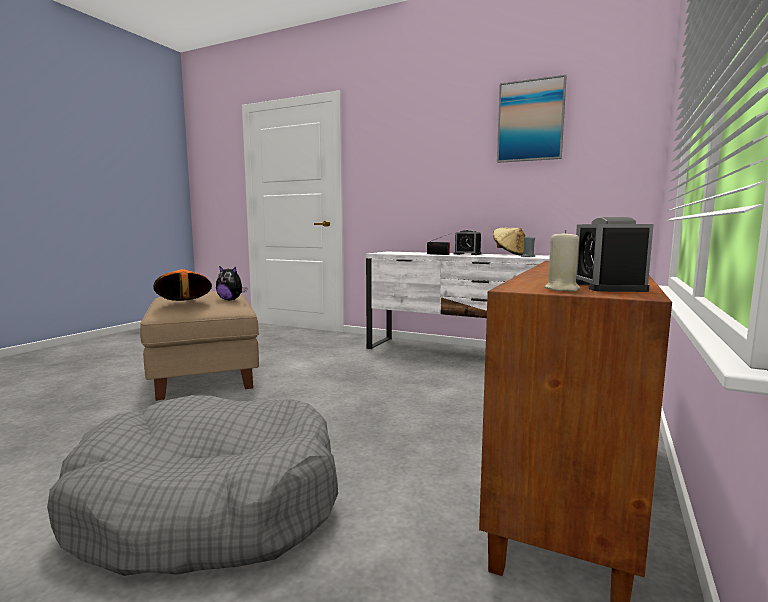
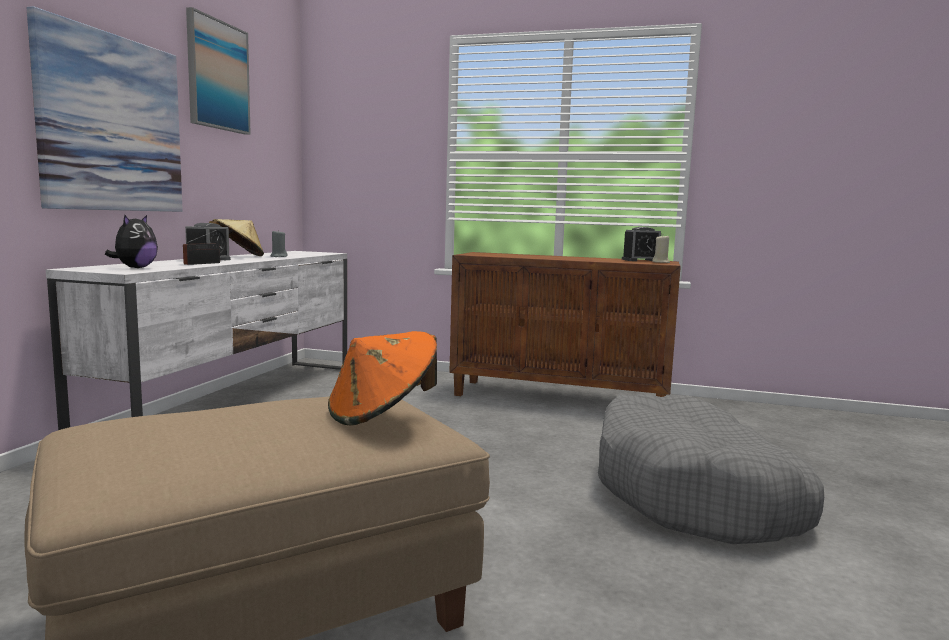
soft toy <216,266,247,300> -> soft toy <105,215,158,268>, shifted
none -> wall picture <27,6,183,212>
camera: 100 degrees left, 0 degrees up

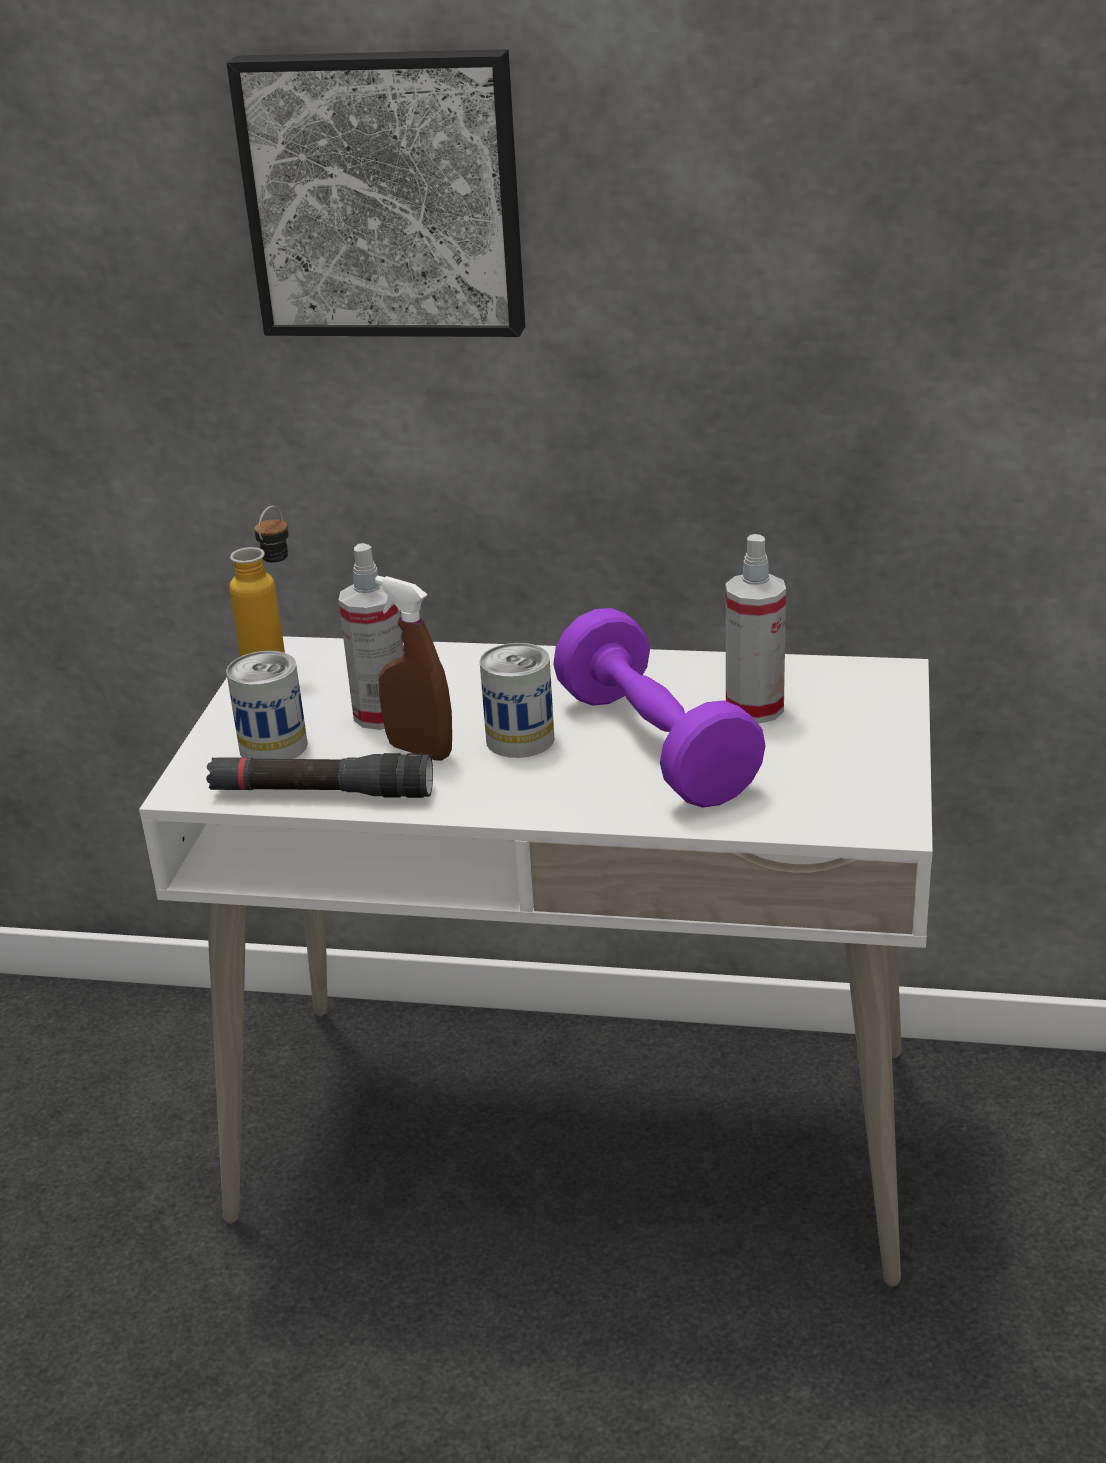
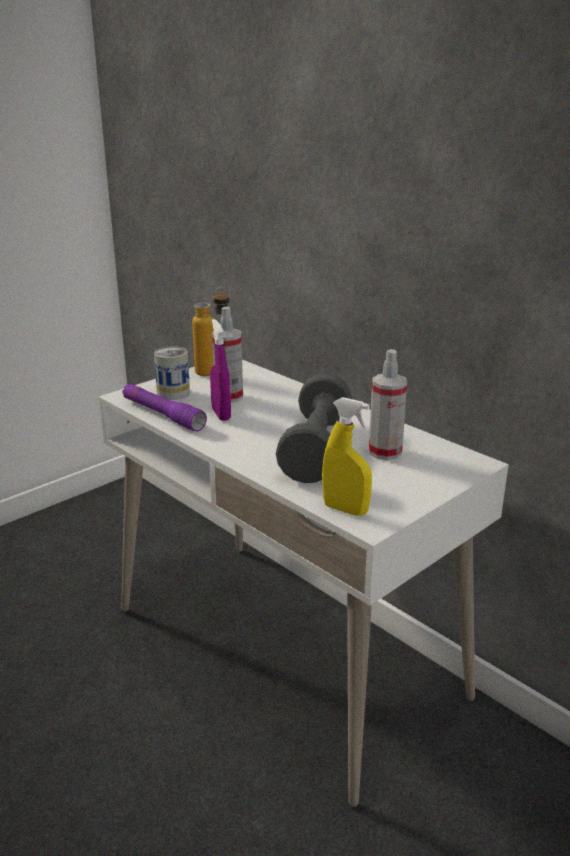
hand torch (blackish) <206,753,433,798> -> hand torch (purple) <122,384,207,431>
wall picture <227,49,525,337> -> none
spray bottle (brown-coloured) <375,576,452,761> -> spray bottle (purple) <210,319,231,421>
metal can <479,643,555,758> -> none
hand weight (purple) <553,608,766,808> -> hand weight (gray) <276,373,352,483>
none -> spray bottle (yellowish) <322,397,372,516>
camera: 35 degrees right, 5 degrees down

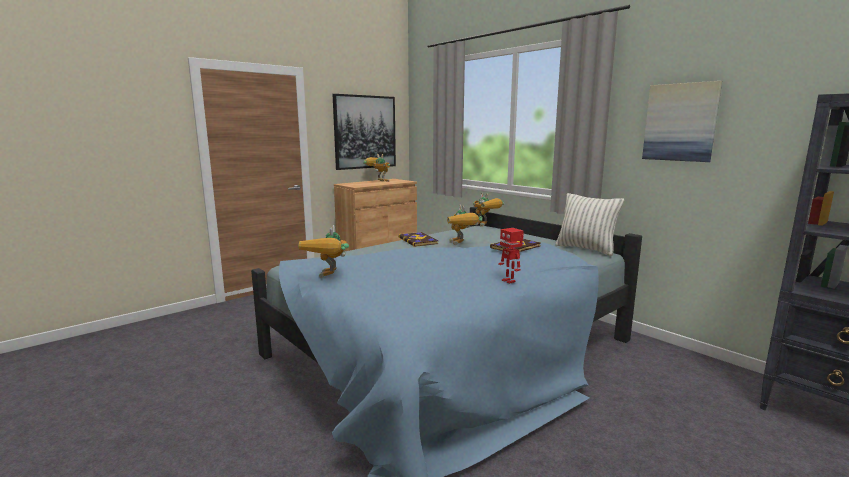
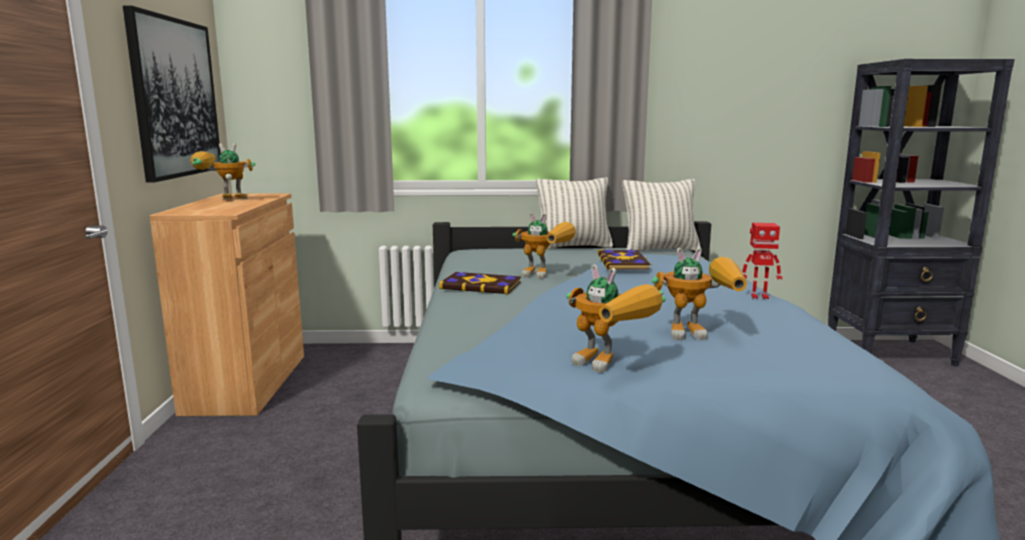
model robot <473,192,504,227> -> model robot <652,248,747,340>, shifted
wall picture <642,81,722,162> -> none
none -> pillow <536,177,613,249>
camera: 50 degrees left, 0 degrees up

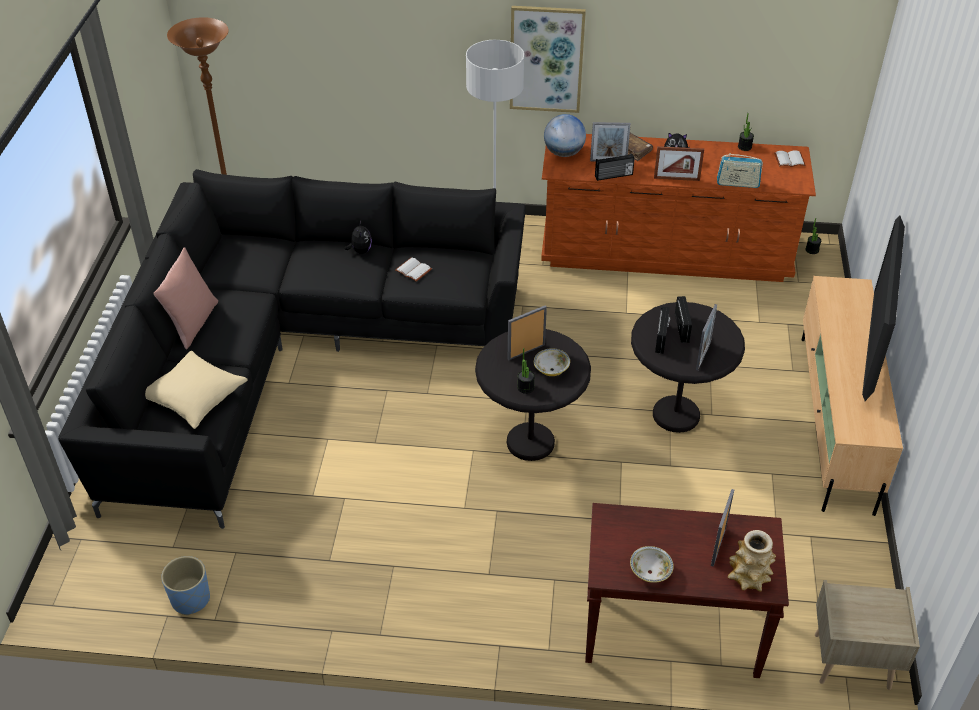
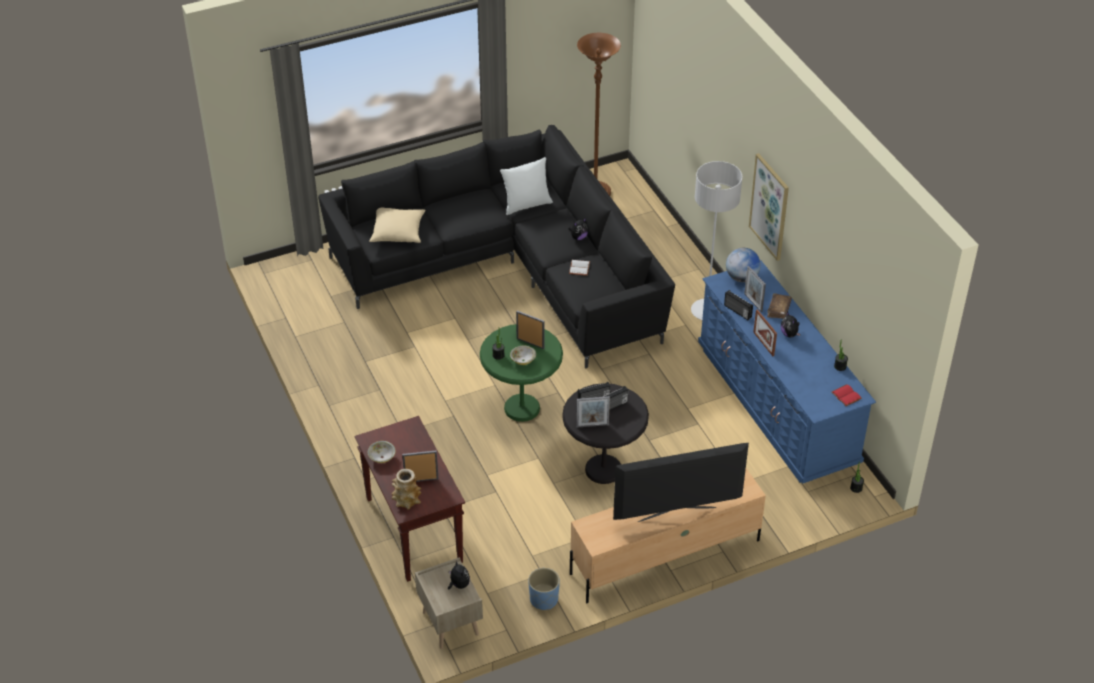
pillow (pink-coloured) <153,247,218,350> -> none
flower pot (blue-coloured) <161,556,210,615> -> flower pot (blue-coloured) <528,568,560,610>, shifted
end table (blackish) <475,329,591,461> -> end table (greenish) <480,324,563,422>
drawer chest (brown-coloured) <541,134,816,282> -> drawer chest (blue-coloured) <698,261,876,484>
radio <717,153,763,188> -> none
bound book (white-coloured) <774,150,806,167> -> bound book (red) <831,384,862,406>
none -> soft toy <448,561,470,590>
none -> pillow (white-coloured) <500,157,553,215>
camera: 60 degrees right, 0 degrees up

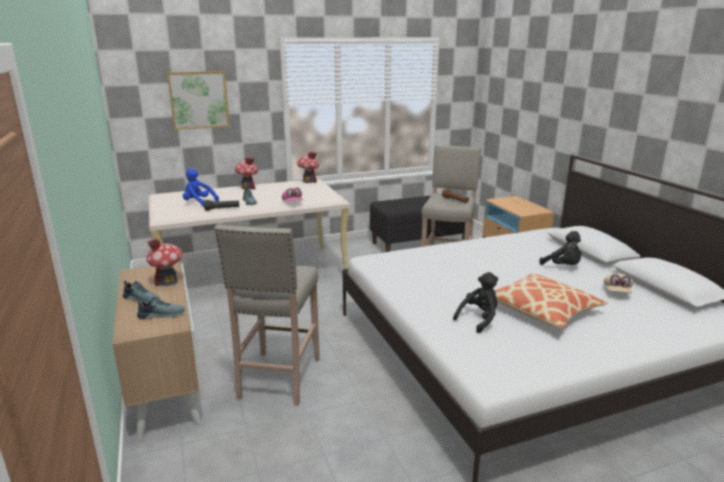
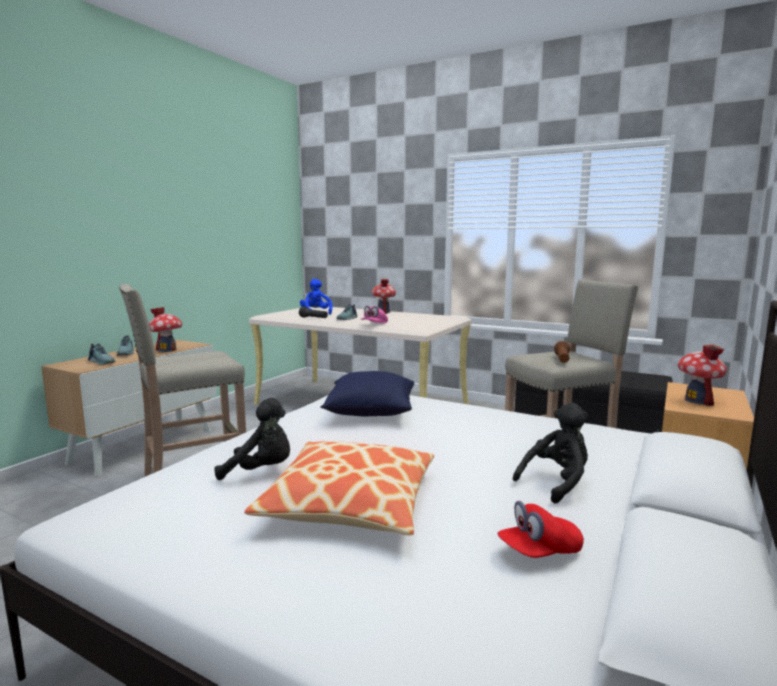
wall picture <167,71,230,130> -> none
toy house <297,151,319,183> -> toy house <678,345,727,406>, shifted
soft toy (blackish) <539,231,582,265> -> soft toy (blackish) <513,403,588,504>, 135 degrees counterclockwise
cap (beige-coloured) <603,274,633,293> -> cap (red) <497,501,584,558>
none -> pillow (blue-coloured) <320,371,414,416>
camera: 50 degrees right, 10 degrees down

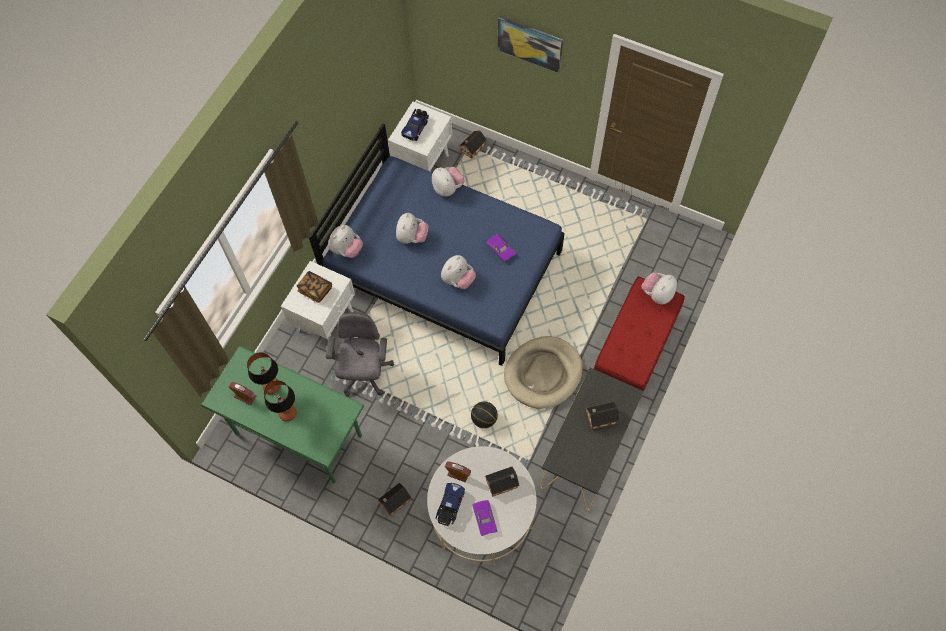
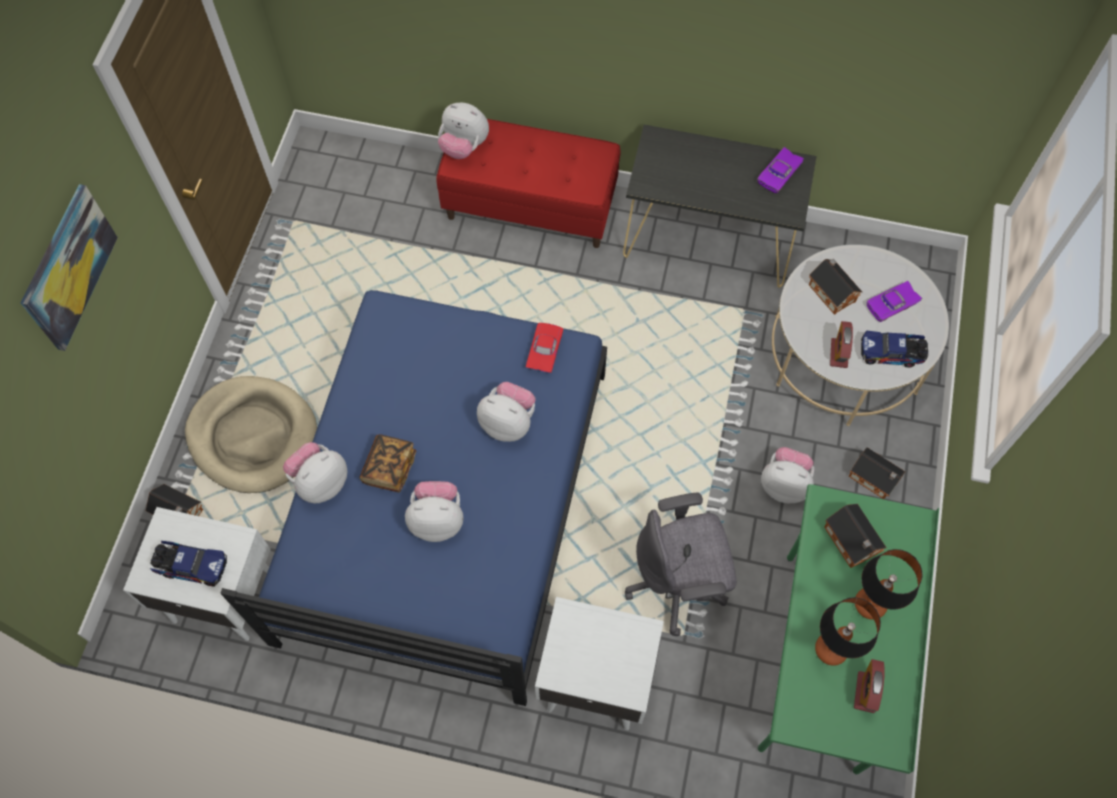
bound book <297,271,332,303> -> bound book <359,434,416,492>, shifted
soft toy <328,225,363,258> -> soft toy <761,447,815,503>, shifted
basketball <471,402,498,428> -> none
toy car (purple) <486,234,516,262> -> toy car (purple) <757,147,804,193>, shifted
dog cushion (beige-coloured) <504,336,583,409> -> dog cushion (beige-coloured) <185,376,317,493>, shifted
toy house <586,402,620,430> -> toy house <824,504,886,568>, shifted
none -> toy car (red) <526,323,563,373>
camera: 105 degrees left, 0 degrees up

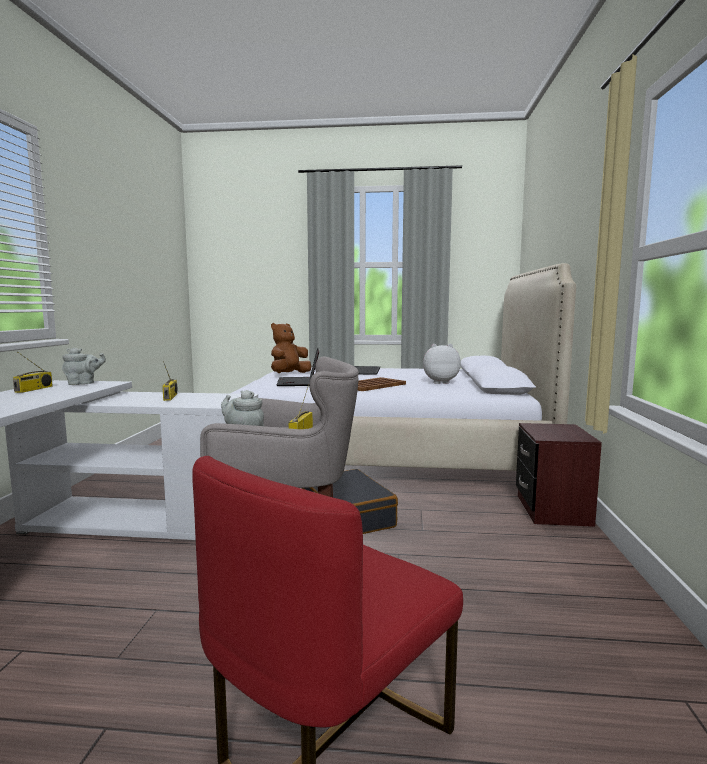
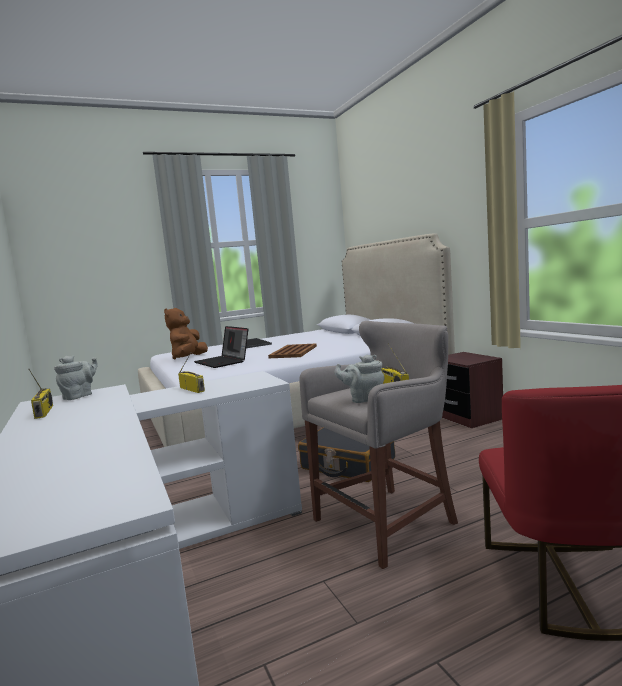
soft toy <423,344,461,384> -> none
camera: 30 degrees left, 0 degrees up

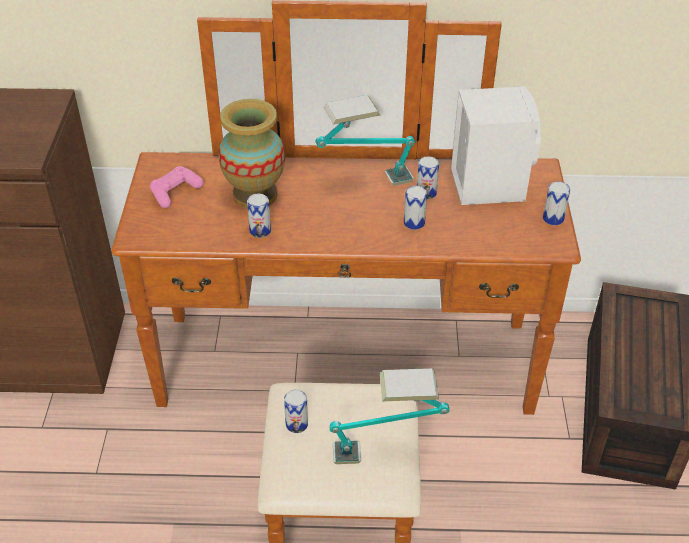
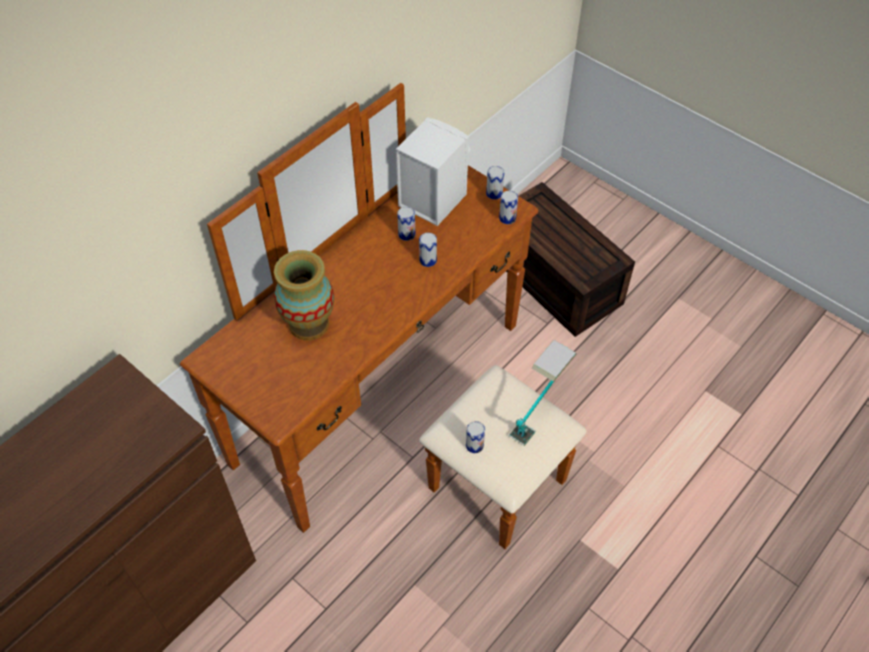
gamepad (pink-coloured) <150,166,204,208> -> none
metal can <247,194,271,238> -> metal can <499,191,518,224>, shifted
table lamp <316,95,415,186> -> none
camera: 50 degrees left, 10 degrees up

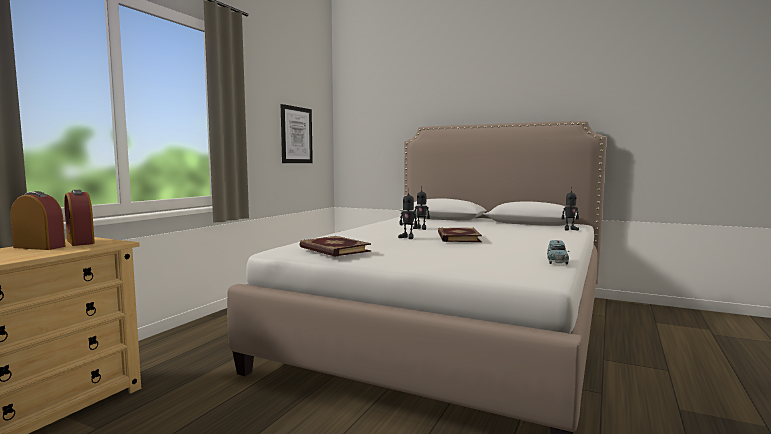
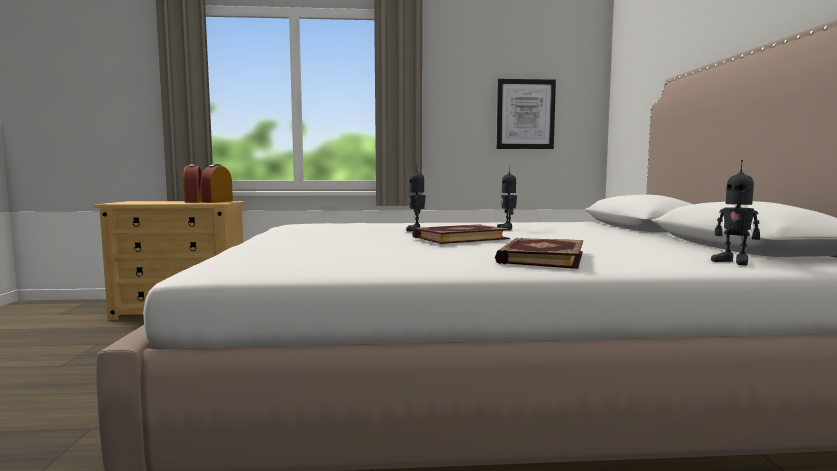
bound book <299,236,371,257> -> bound book <495,238,583,269>, shifted
toy car (blue-coloured) <547,240,570,264> -> none
camera: 60 degrees right, 0 degrees up

